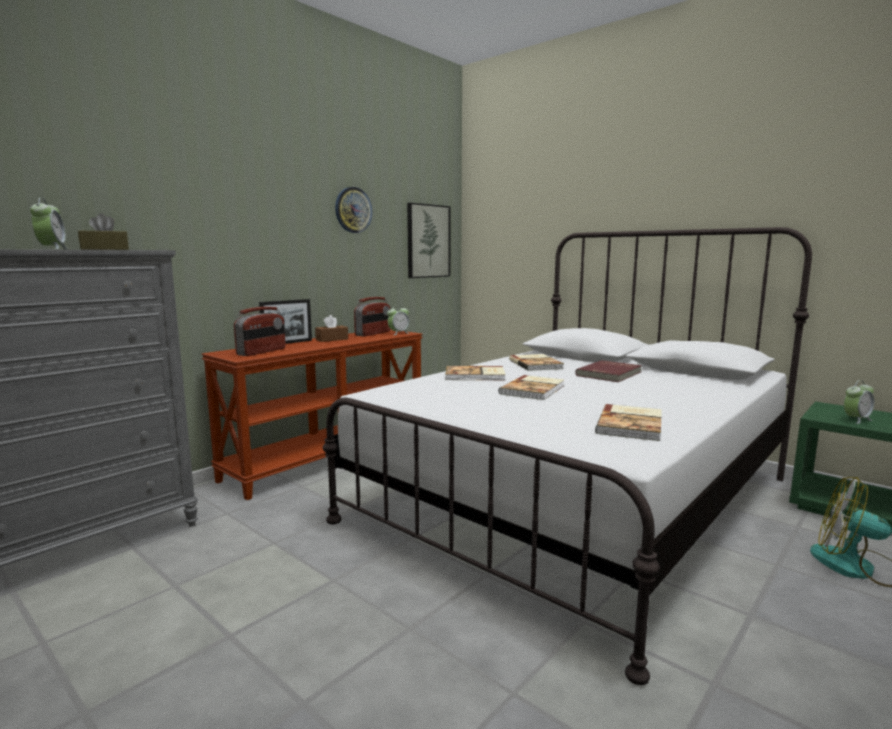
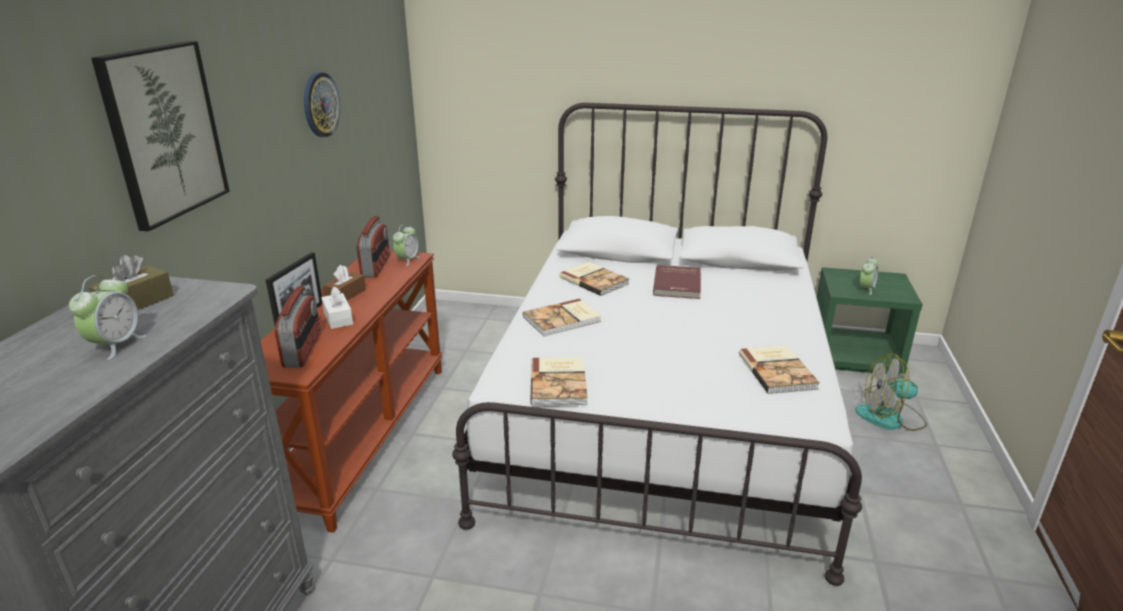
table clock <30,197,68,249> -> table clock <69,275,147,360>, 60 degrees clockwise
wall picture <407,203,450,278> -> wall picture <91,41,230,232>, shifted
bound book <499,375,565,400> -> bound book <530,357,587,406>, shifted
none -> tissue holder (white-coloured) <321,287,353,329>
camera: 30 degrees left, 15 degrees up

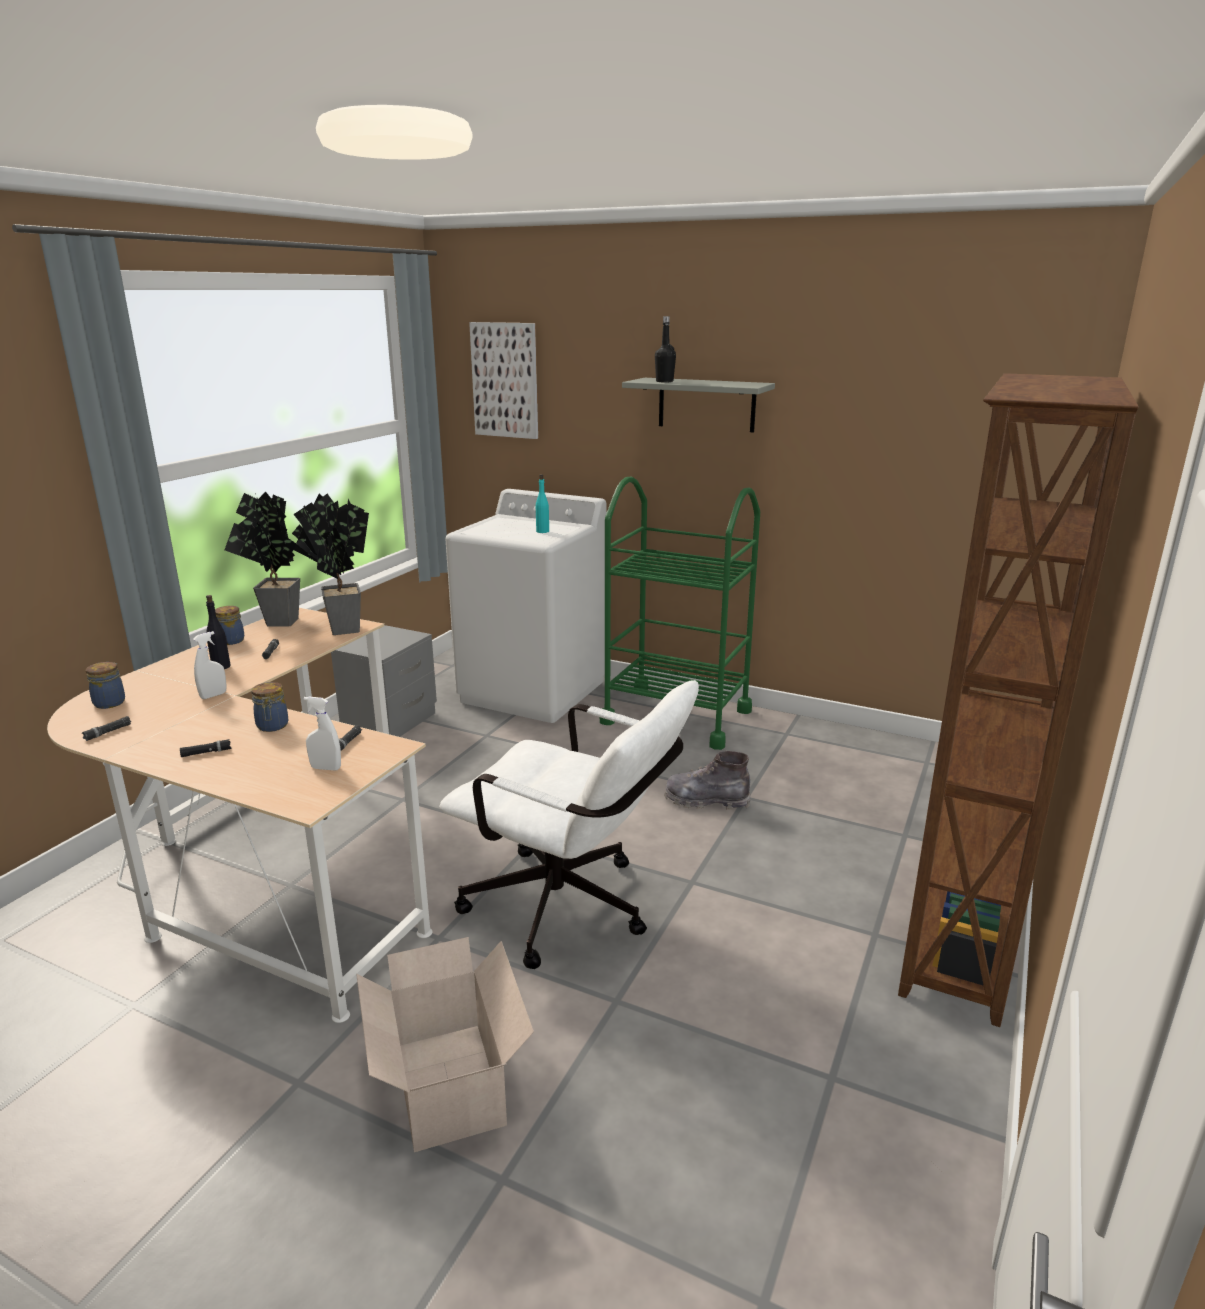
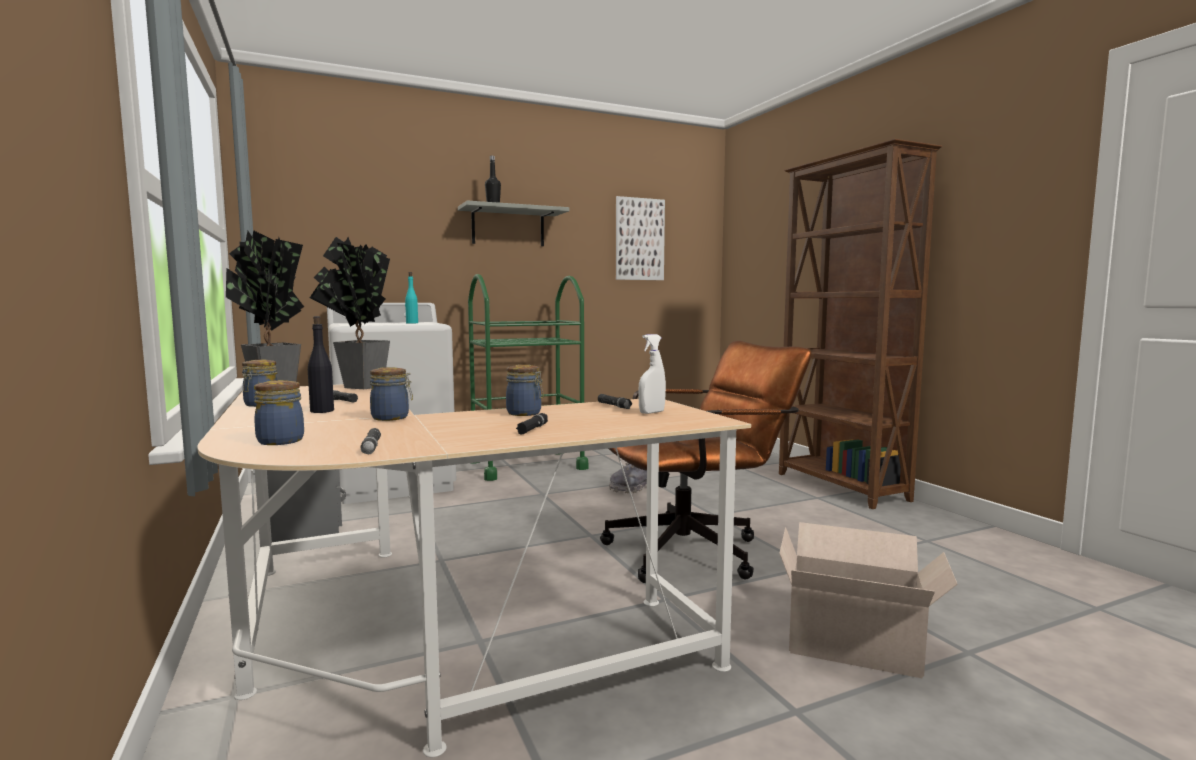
spray bottle (white-coloured) <193,631,227,699> -> preserve jar <370,367,413,421>
office chair (white-coloured) <439,680,699,969> -> office chair (brown-coloured) <600,341,811,583>
wall picture <469,322,538,439> -> wall picture <616,196,665,280>, shifted
camera: 50 degrees left, 15 degrees down

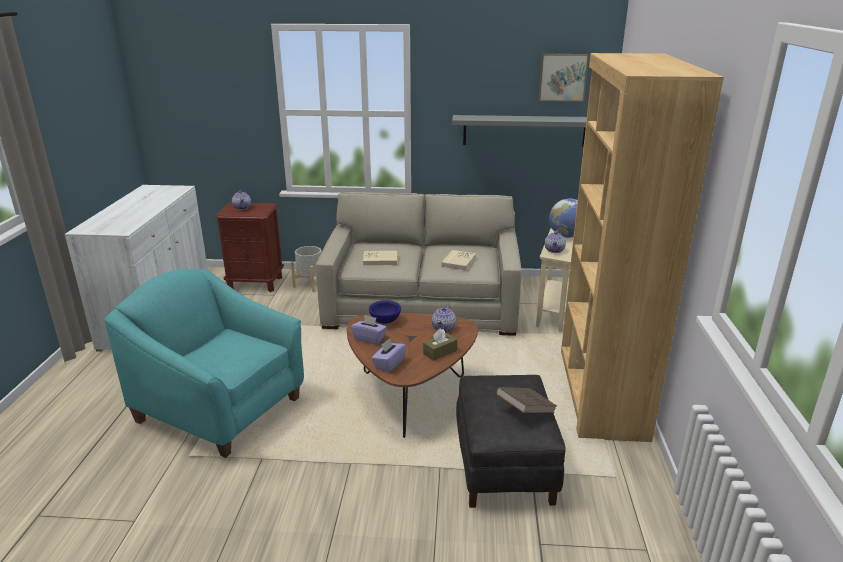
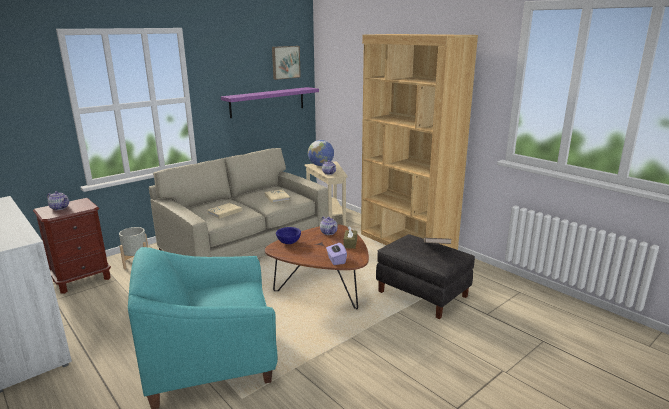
tissue holder (purple) <351,315,387,344> -> none
shelf (gray) <452,115,587,147> -> shelf (purple) <221,87,319,118>
camera: 45 degrees left, 5 degrees down

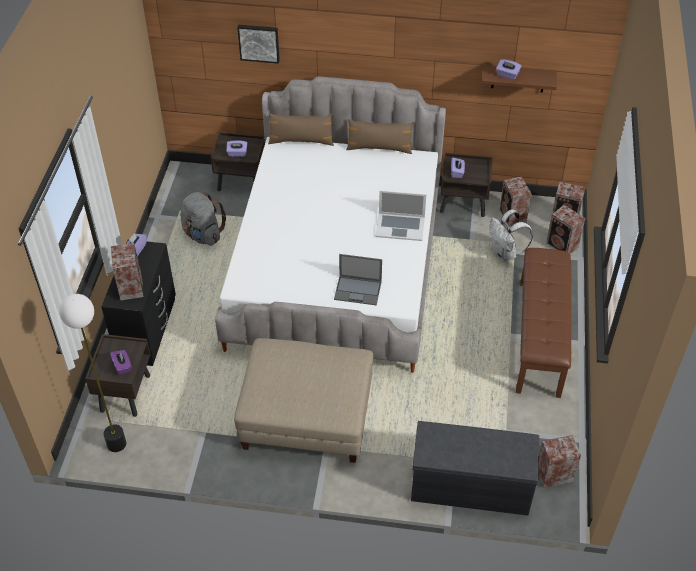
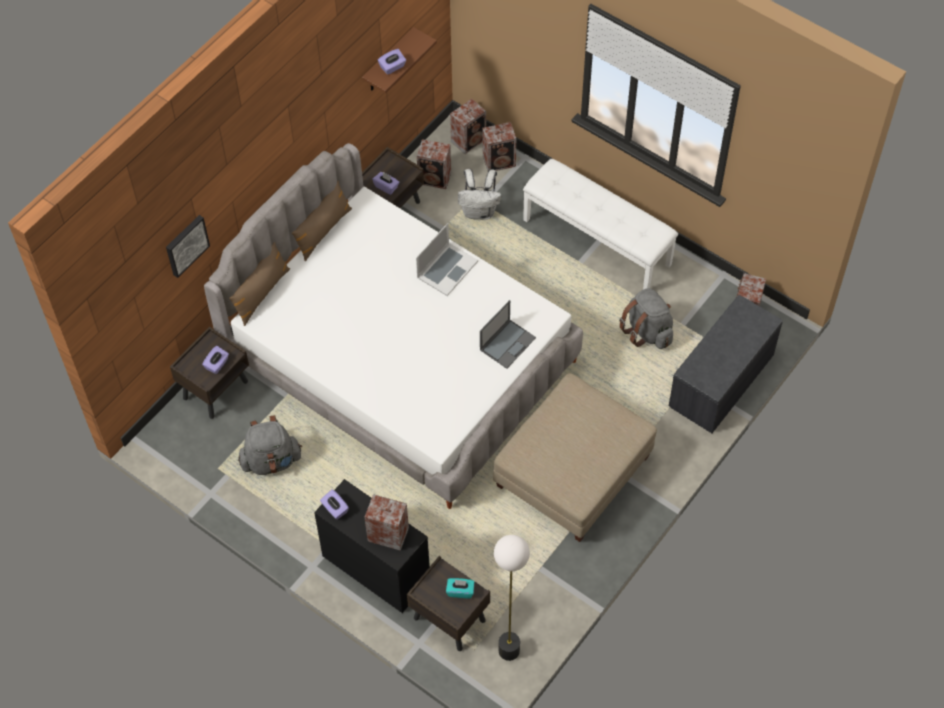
tissue holder (purple) <110,350,131,375> -> tissue holder (turquoise-coloured) <446,578,475,598>
indoor bench (brown-coloured) <516,248,571,398> -> indoor bench (white-coloured) <523,159,678,290>
none -> rucksack (gray) <619,288,673,349>
camera: 60 degrees left, 10 degrees up

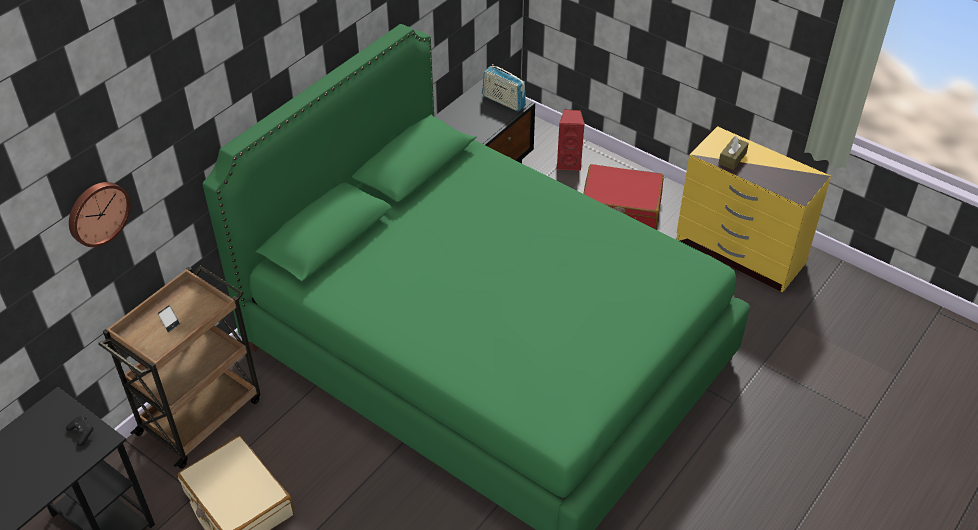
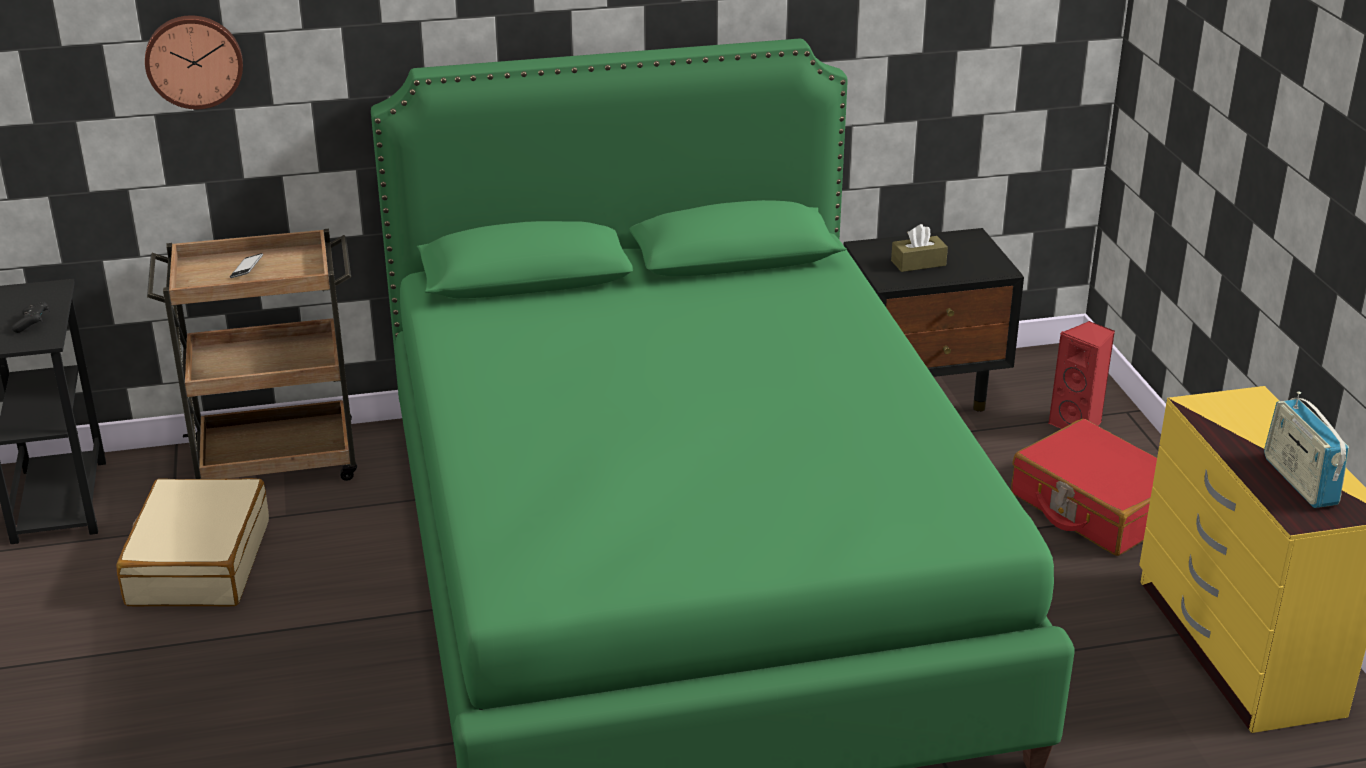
radio <482,64,526,111> -> radio <1264,391,1349,508>, shifted
tissue holder (brown-coloured) <719,136,749,170> -> tissue holder (brown-coloured) <891,224,948,272>, shifted
camera: 40 degrees right, 15 degrees down

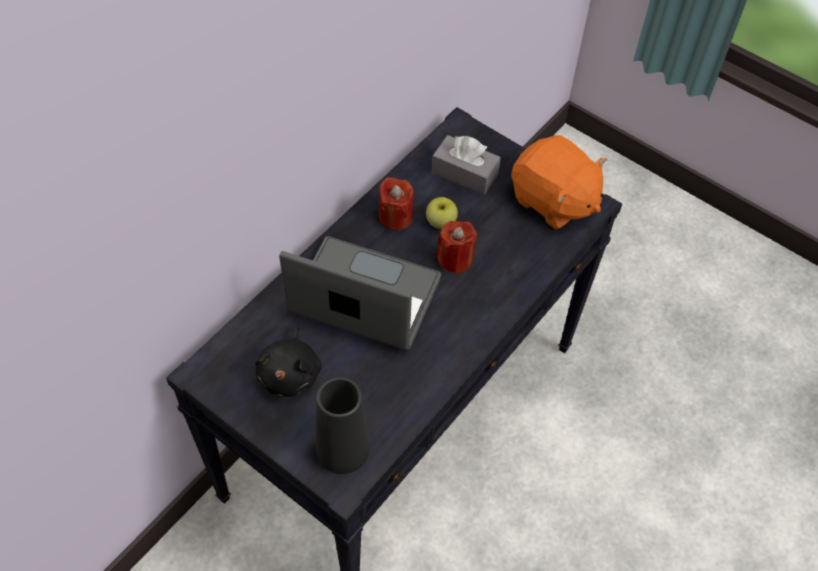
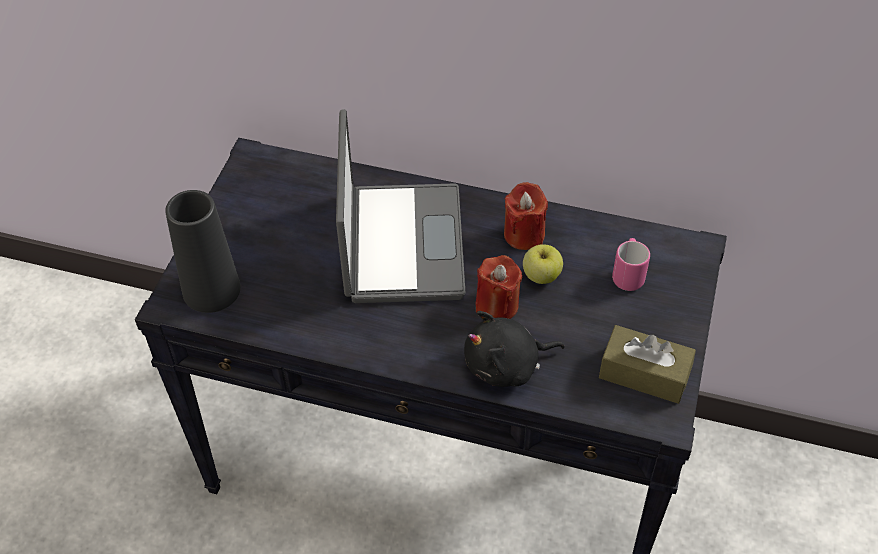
soft toy (blackish) <255,326,322,397> -> soft toy (blackish) <464,311,565,387>, shifted
tissue holder (gray) <432,135,501,195> -> mug (pink-coloured) <612,238,650,291>
soft toy (orange) <511,135,607,229> -> tissue holder (brown-coloured) <599,325,696,404>
camera: 70 degrees right, 5 degrees down

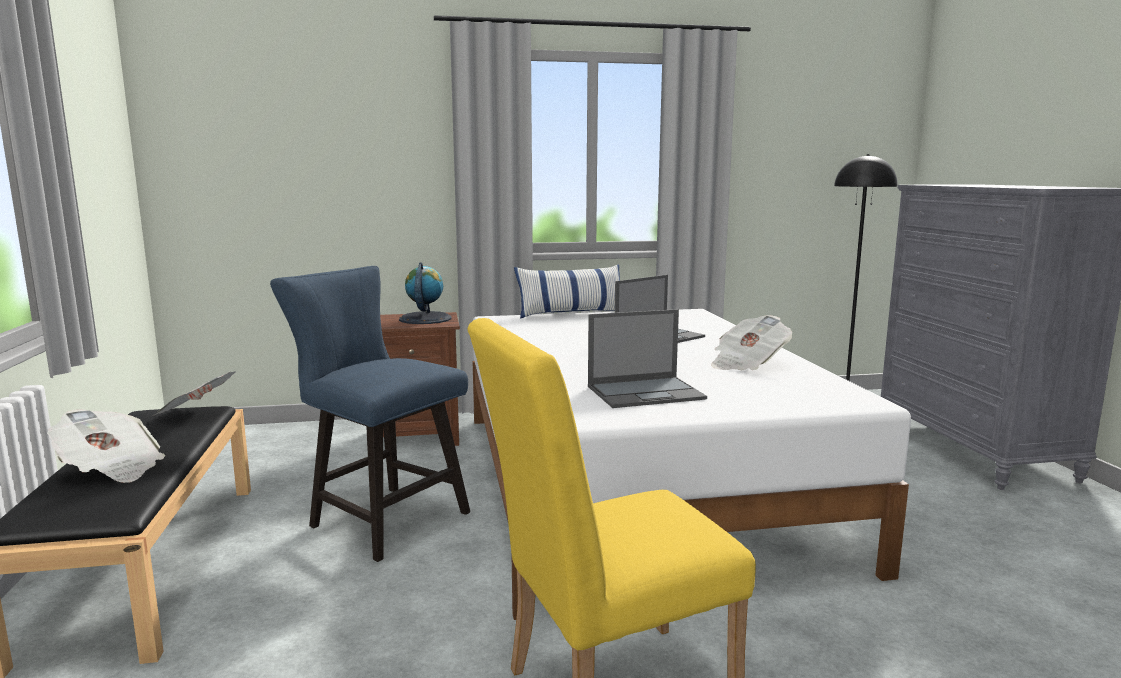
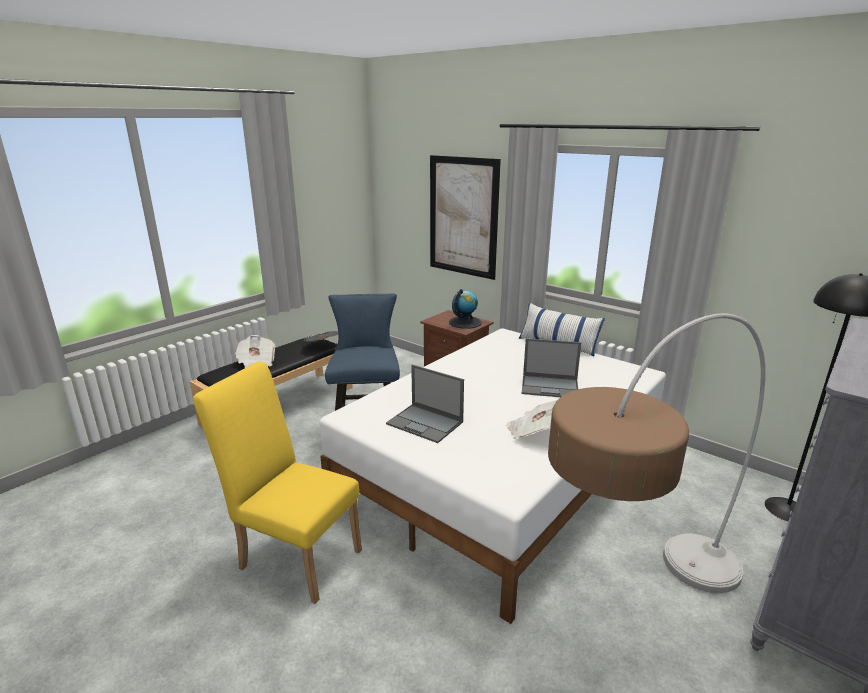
none -> wall picture <430,155,501,280>
none -> floor lamp <548,313,765,593>
camera: 50 degrees right, 10 degrees up

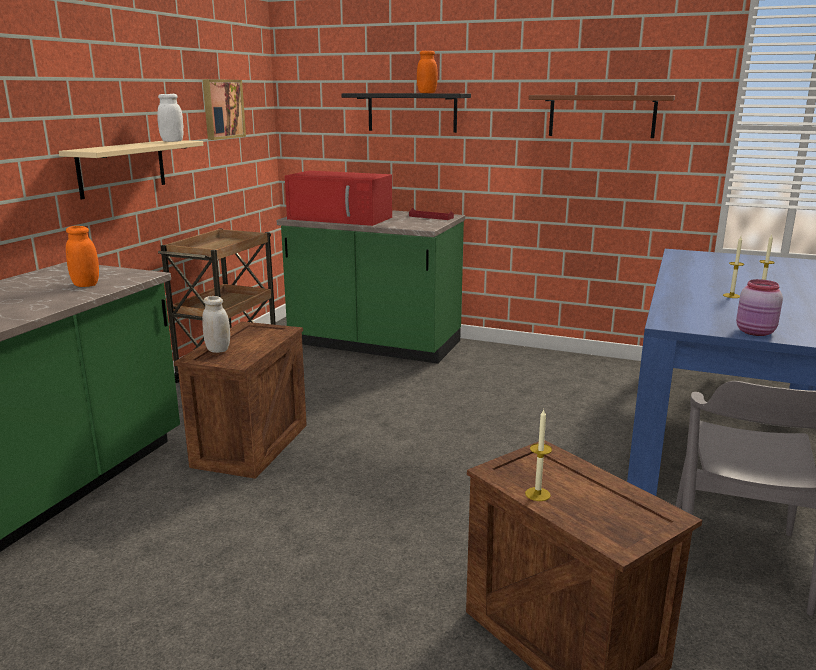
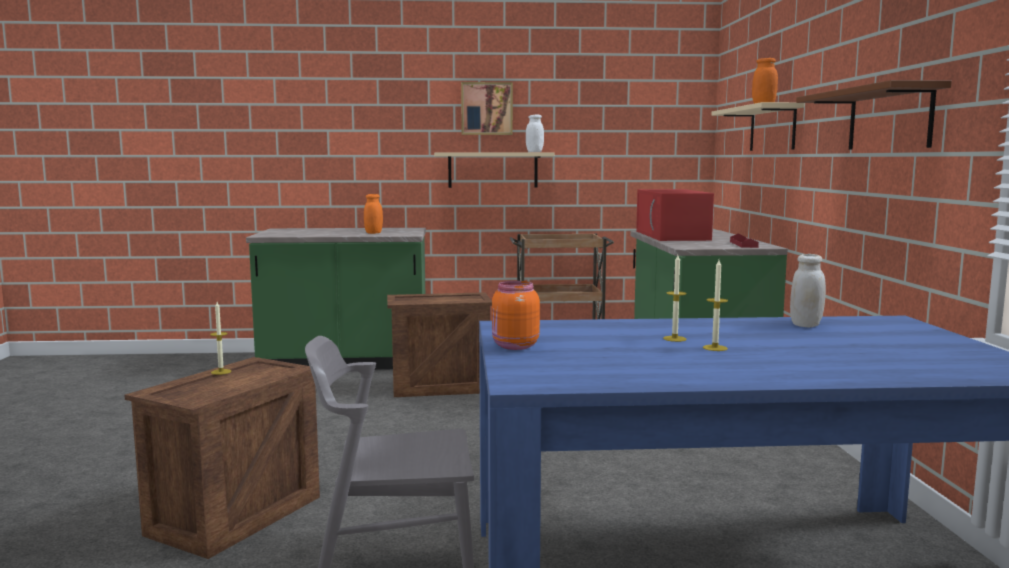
preserve jar (white-coloured) <202,296,230,353> -> preserve jar (white-coloured) <790,254,826,328>, shifted
wall picture <203,79,246,140> -> wall picture <461,82,513,135>, shifted
shelf (blackish) <341,93,471,133> -> shelf (beige-coloured) <711,102,804,151>
preserve jar (pink-coloured) <736,279,783,336> -> preserve jar (orange) <492,281,540,350>
camera: 65 degrees right, 10 degrees down

